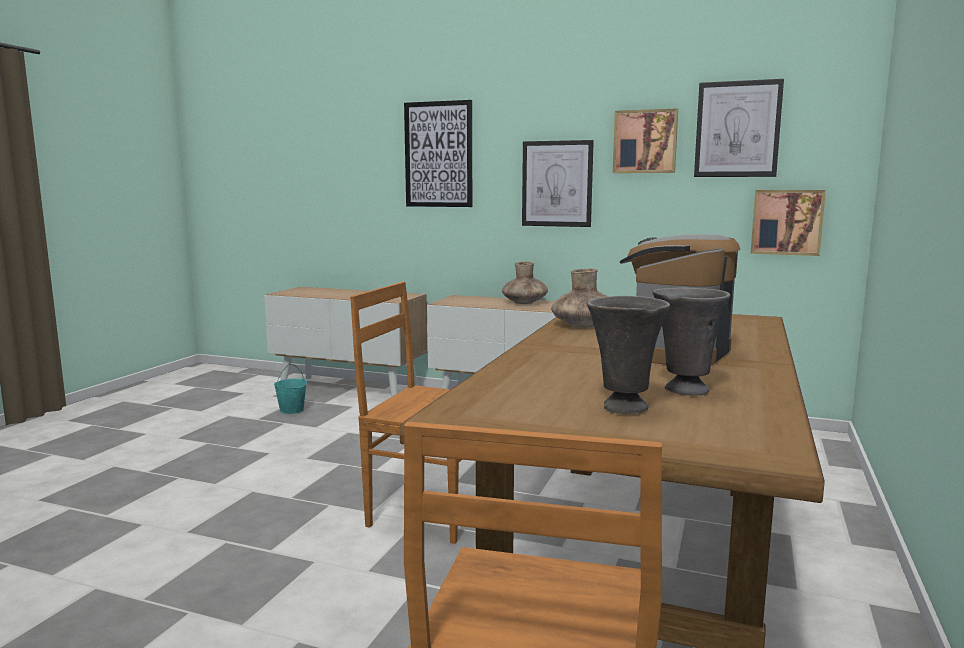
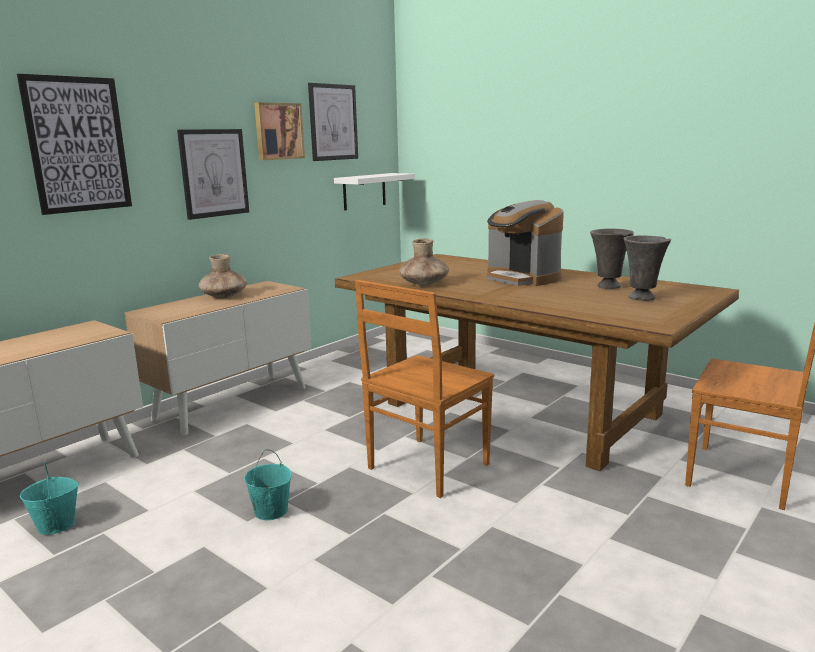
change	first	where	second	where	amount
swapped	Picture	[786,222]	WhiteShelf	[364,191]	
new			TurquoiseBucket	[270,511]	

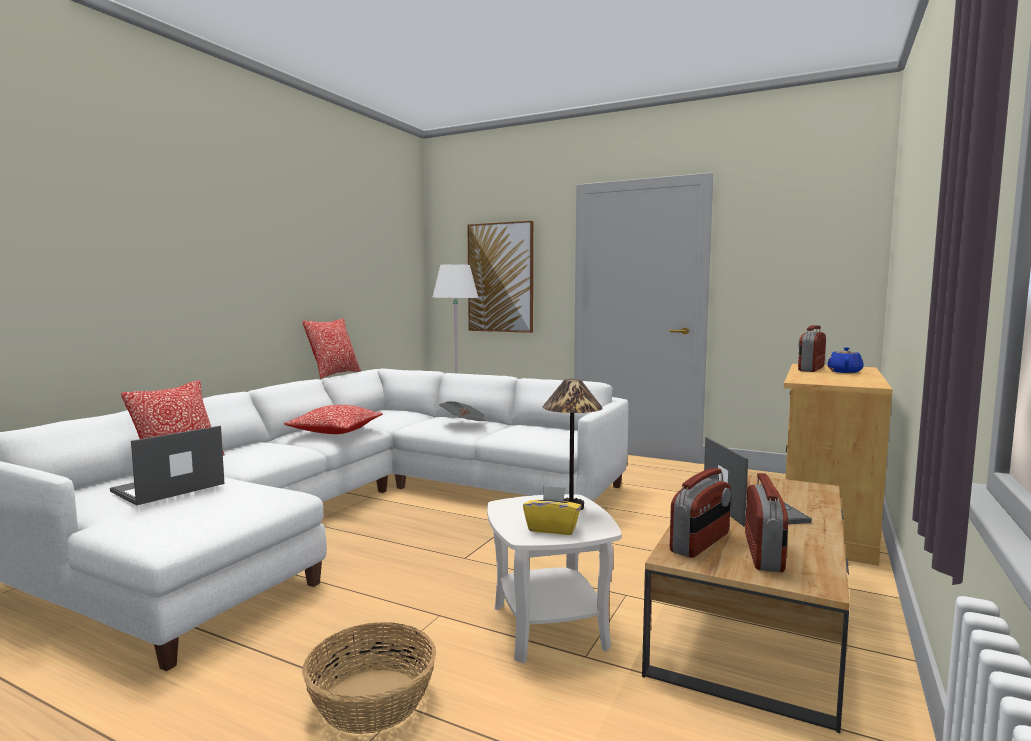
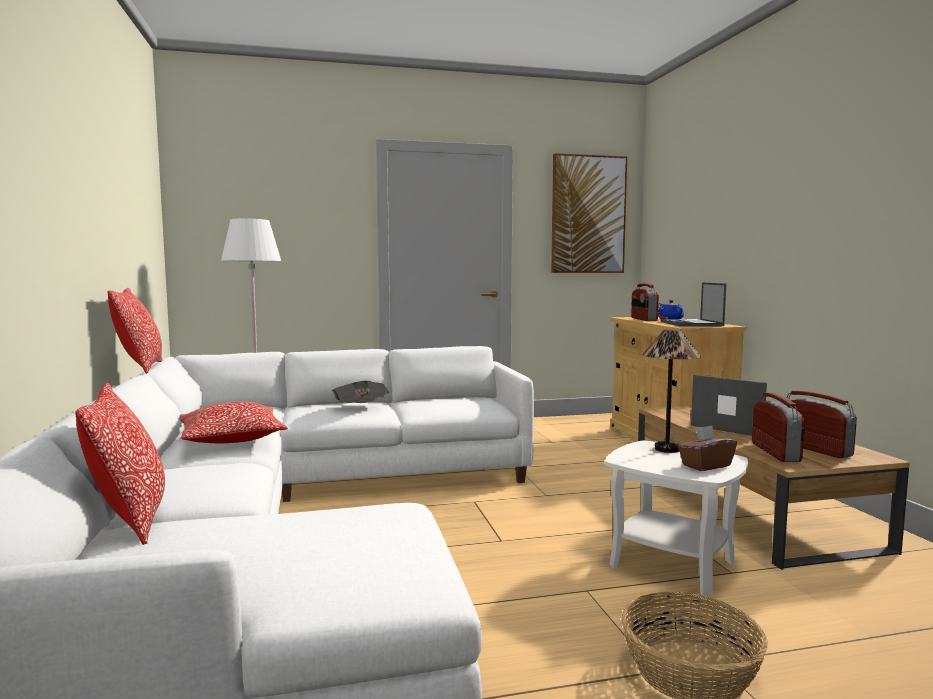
change	first	where	second	where	amount
shifted	Picture	[500,277]		[588,215]	
shifted	Laptop	[167,488]		[692,324]	
repainted	YellowTissueBox	[552,528]	BrownTissueBox	[705,465]	

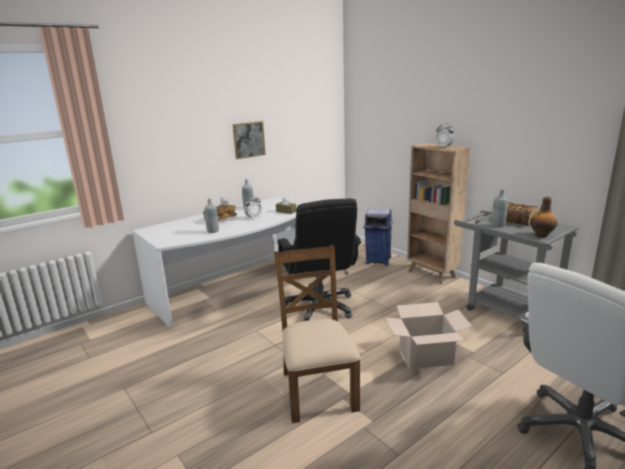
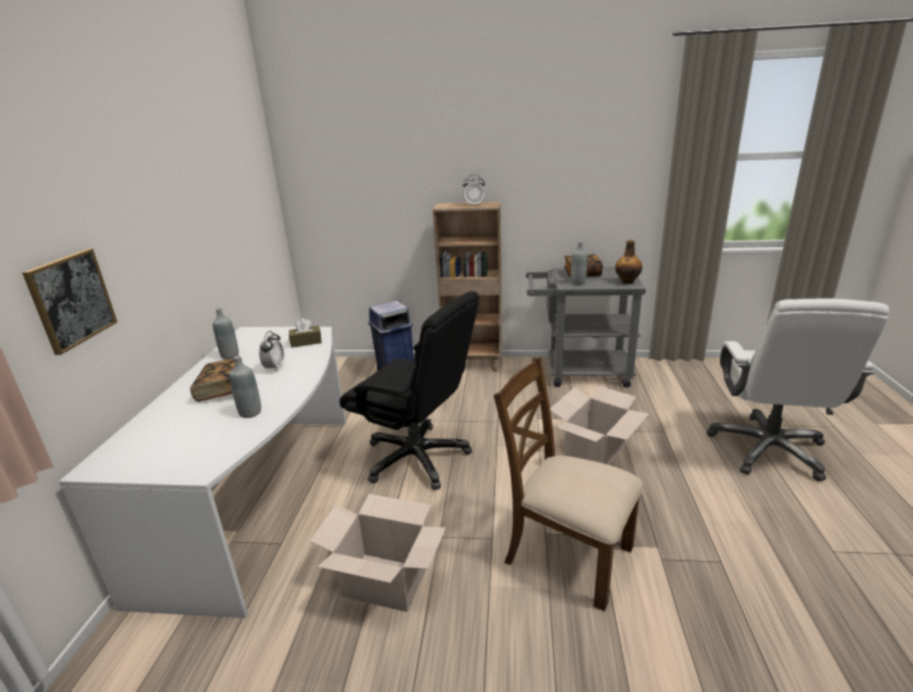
change	first	where	second	where	amount
shifted	Picture	[248,139]		[71,299]	
new			CardboardBox	[384,582]	

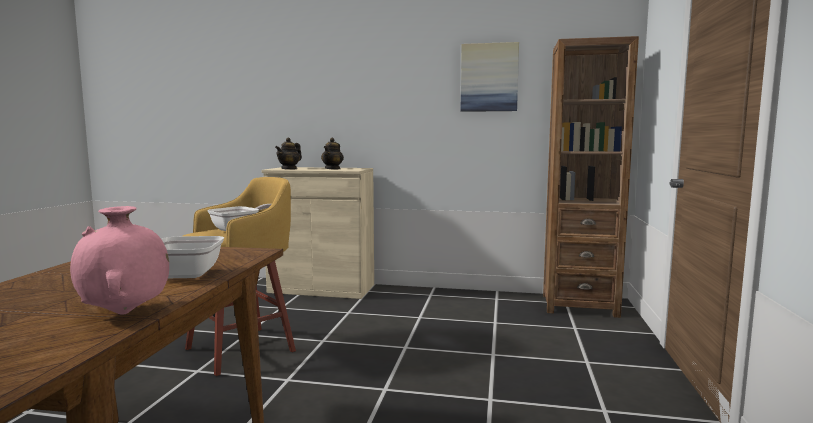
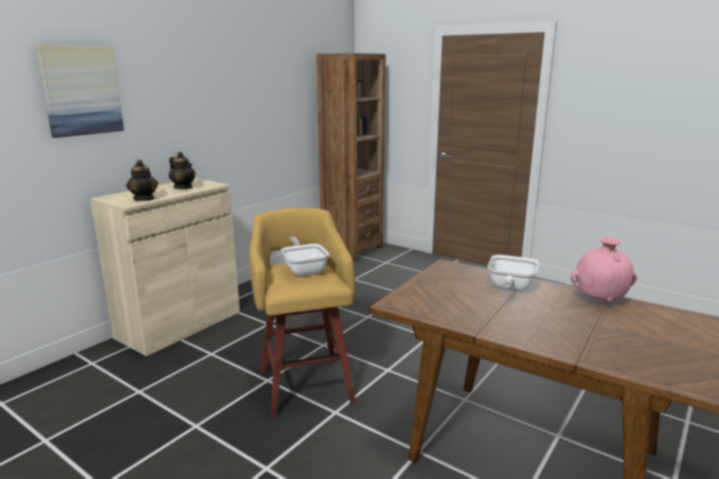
change	first	where	second	where	amount
shifted	Picture	[489,77]		[81,91]	

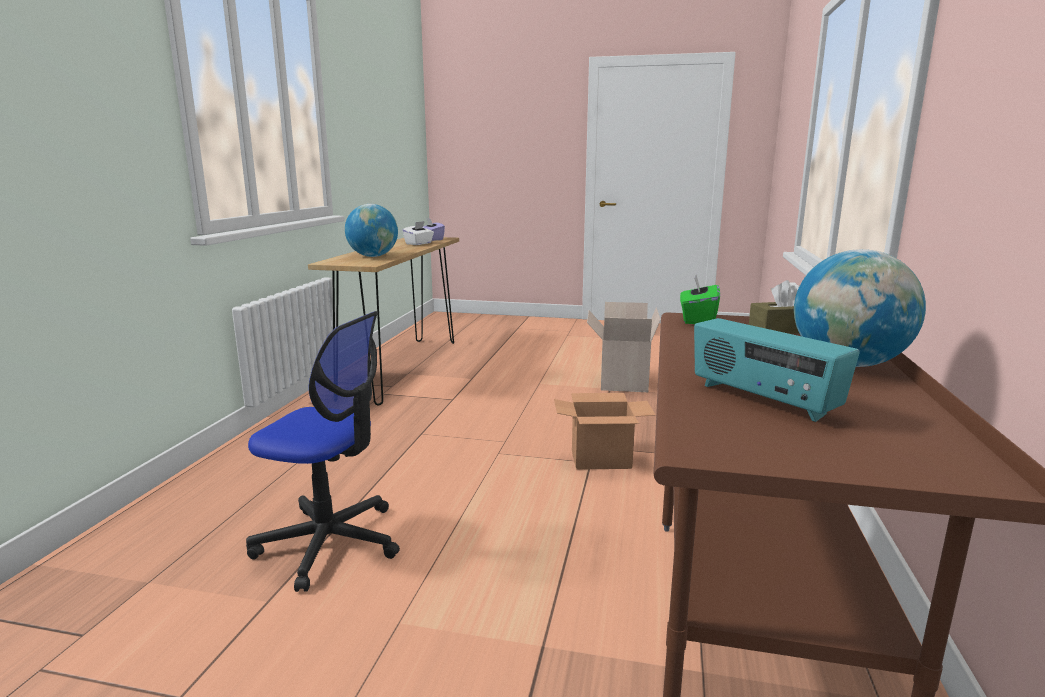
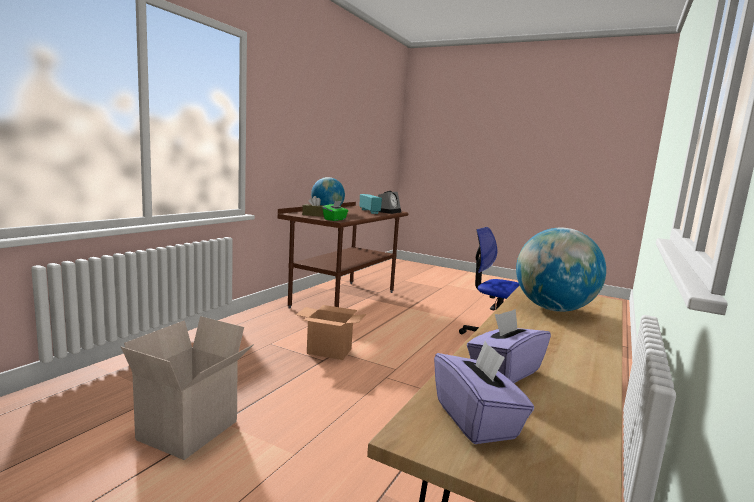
change	first	where	second	where	amount
repainted	WhiteTissueBox	[419,243]	PurpleTissueBox	[504,371]	
new			AlarmClock	[389,212]	

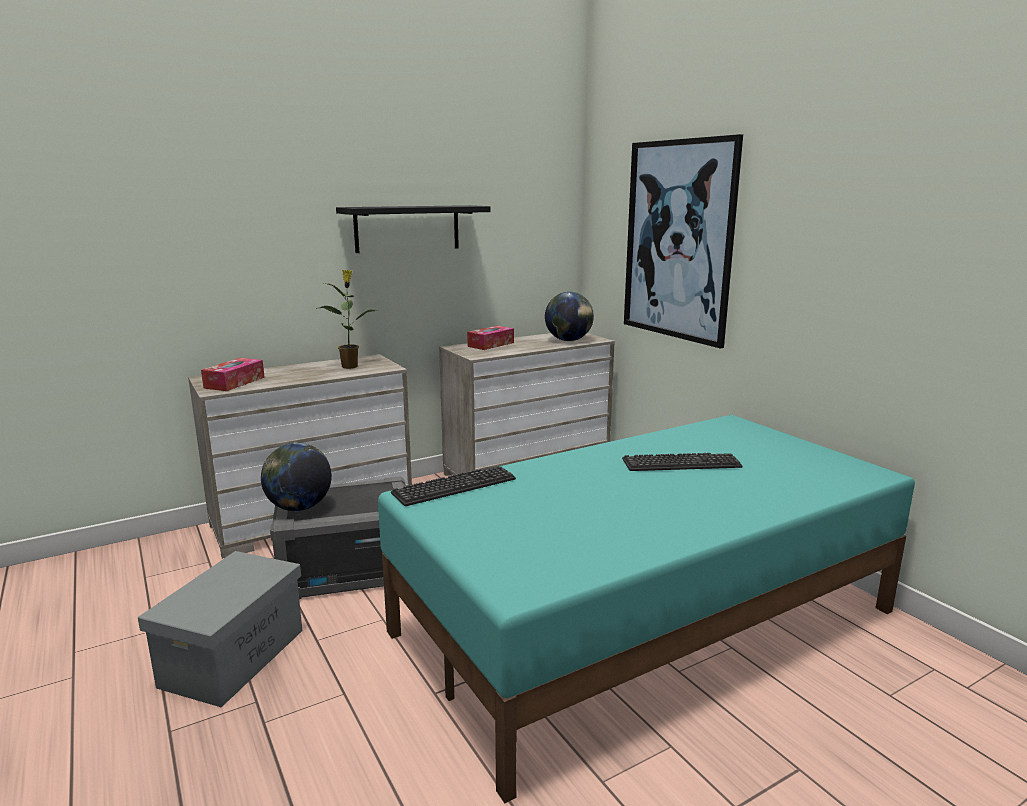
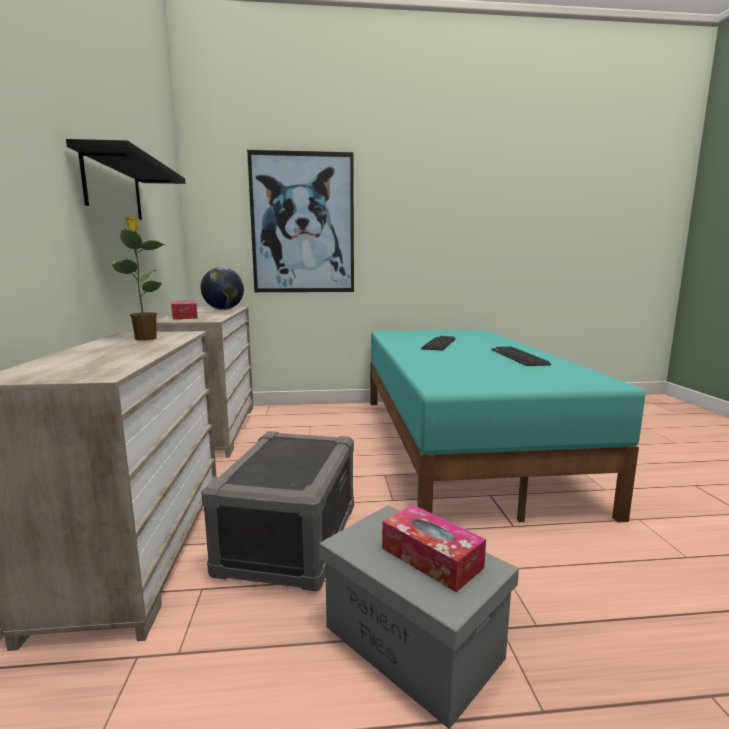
change	first	where	second	where	amount
shifted	TissueBox	[234,382]		[431,557]	
gone	Globe	[299,508]			
shifted	Keyboard	[454,486]		[518,357]	

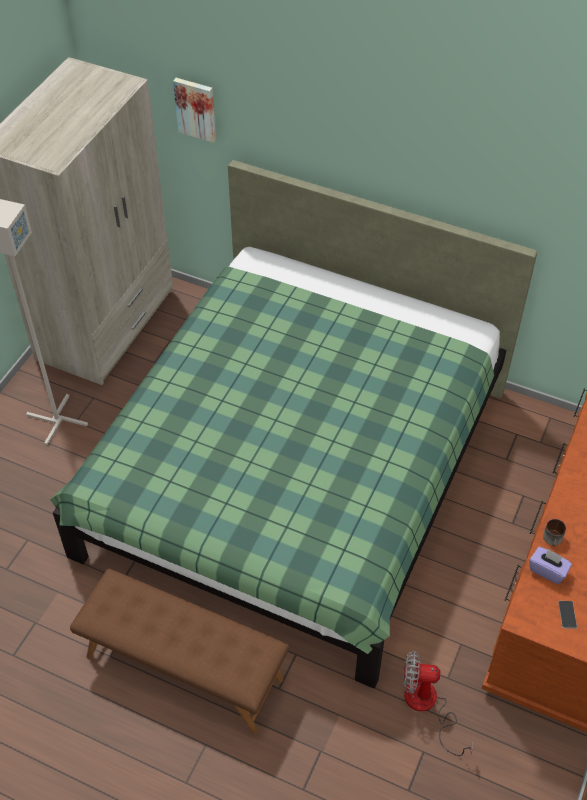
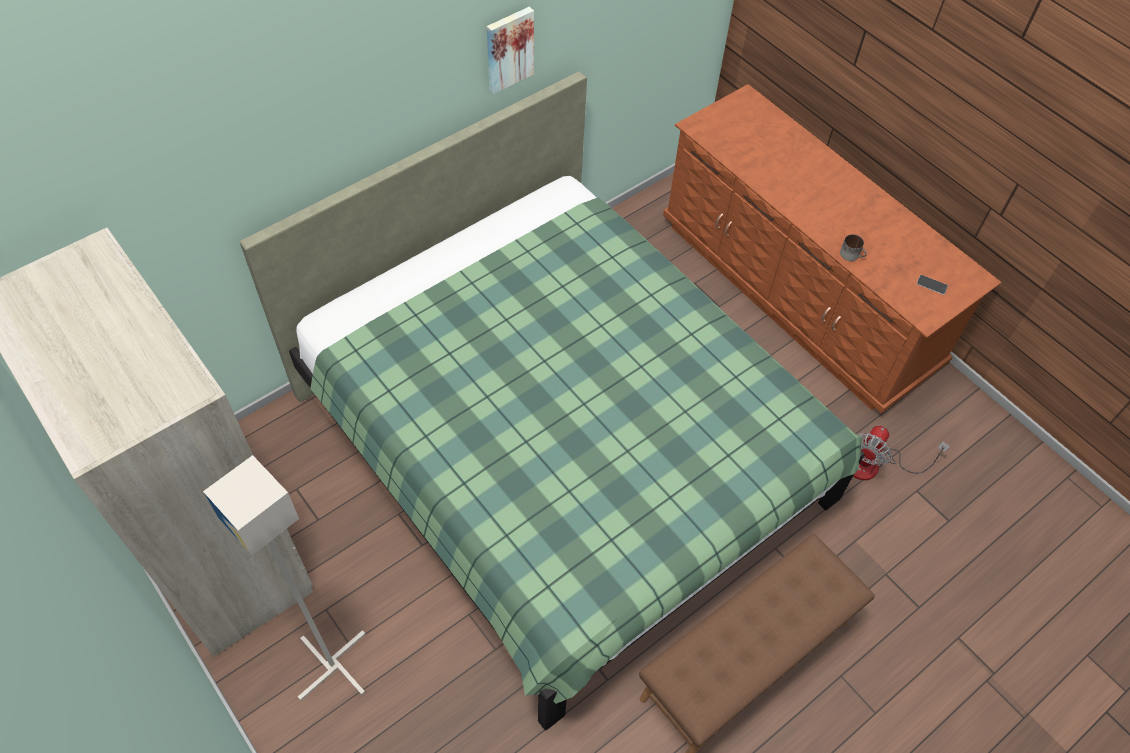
change	first	where	second	where	amount
shifted	Picture	[196,108]		[508,49]	
gone	PurpleTissueBox	[547,570]			

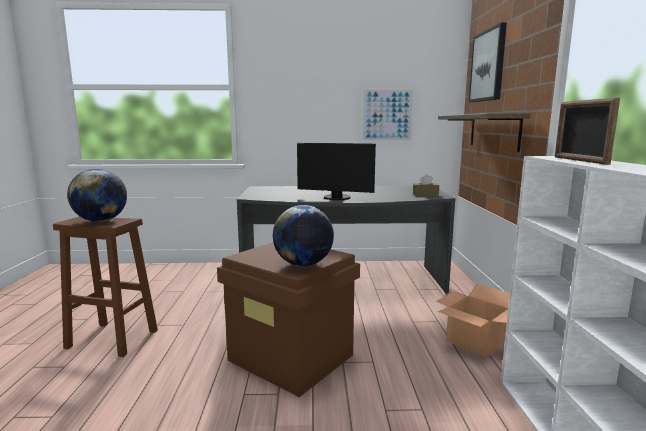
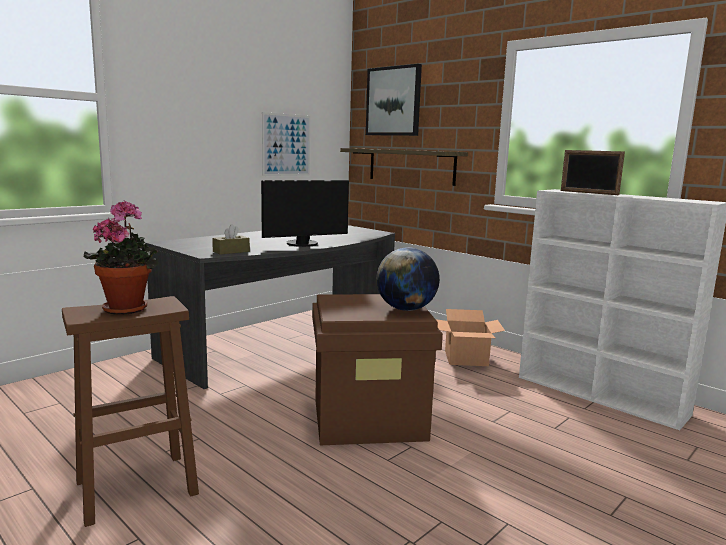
change	first	where	second	where	amount
swapped	Globe	[101,221]	PottedPlant	[128,308]	
shifted	BrownTissueBox	[425,194]		[231,251]	

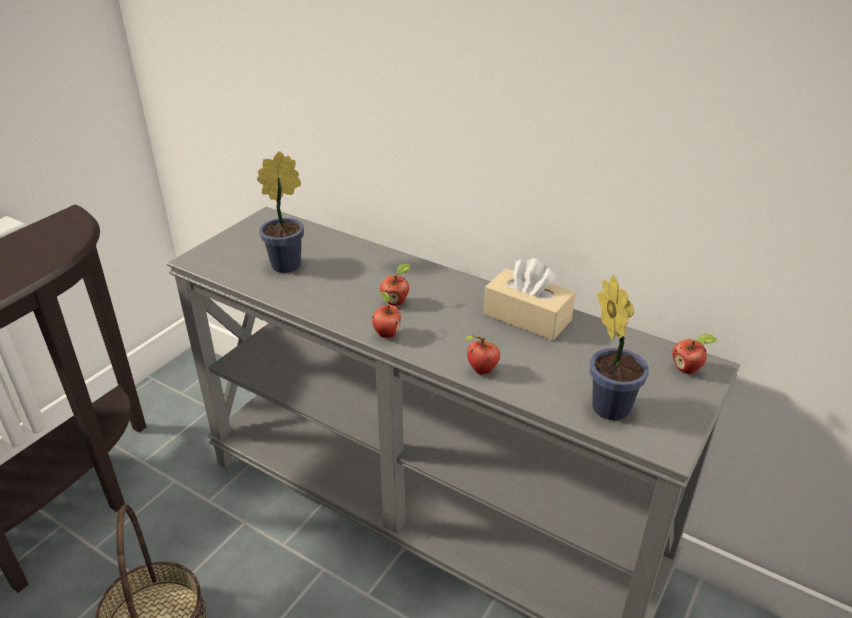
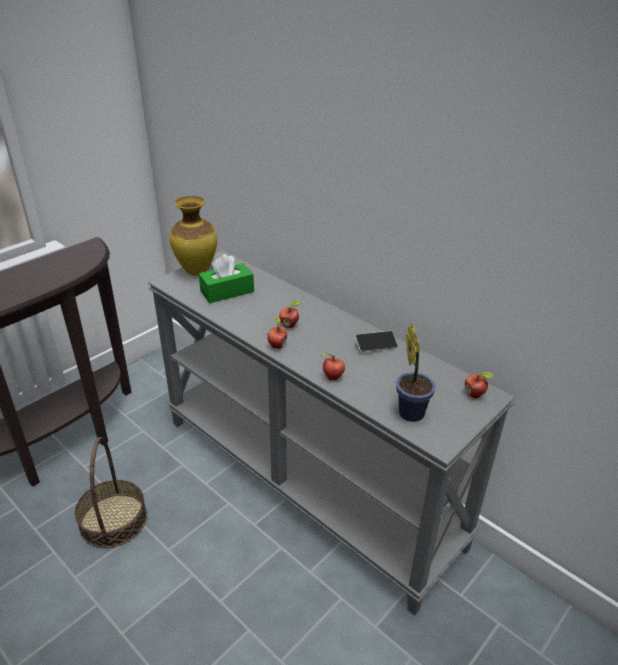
change	first	where	second	where	amount
swapped	PottedPlant	[290,264]	GreenTissueBox	[227,291]	
swapped	BeigeTissueBox	[527,317]	Phone	[376,346]	
new			Vase	[197,271]	

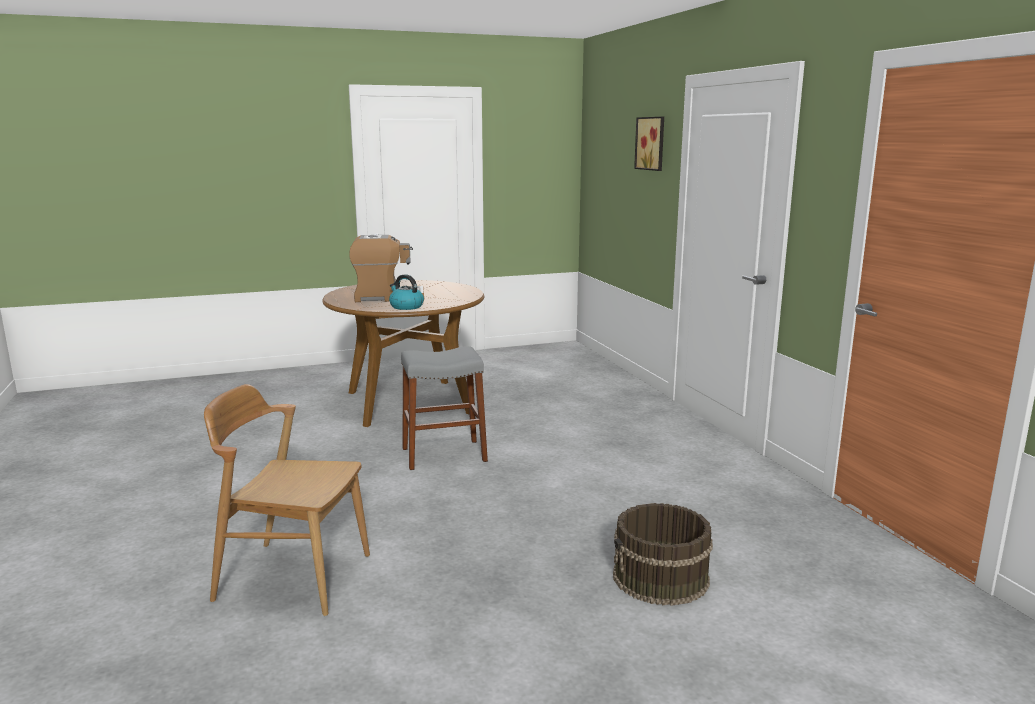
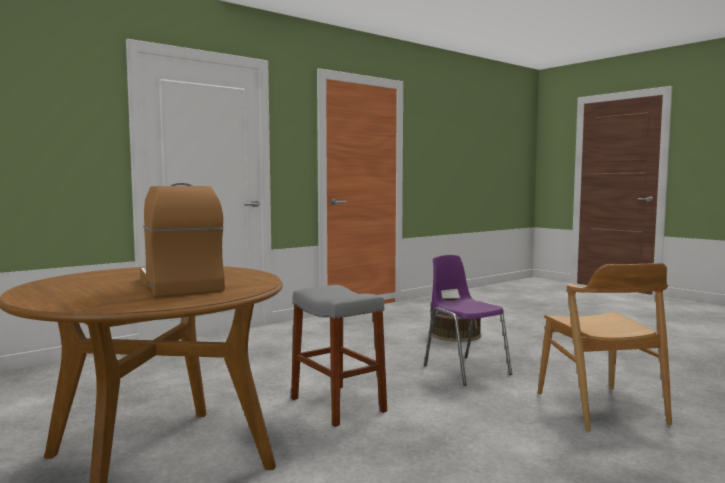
change	first	where	second	where	amount
gone	Picture	[652,143]			
gone	Kettle	[406,306]			
new			PurpleChair	[465,370]	

